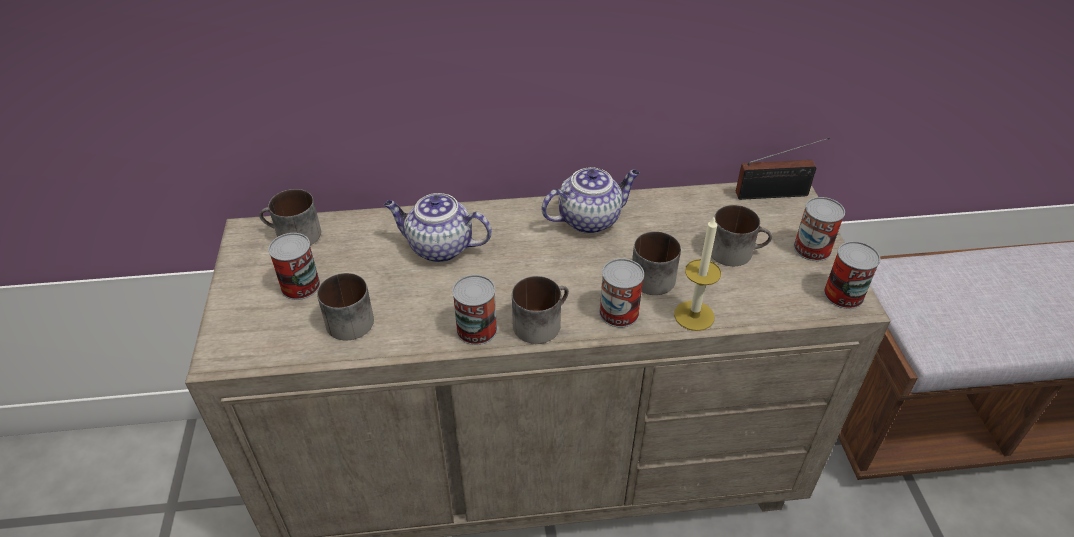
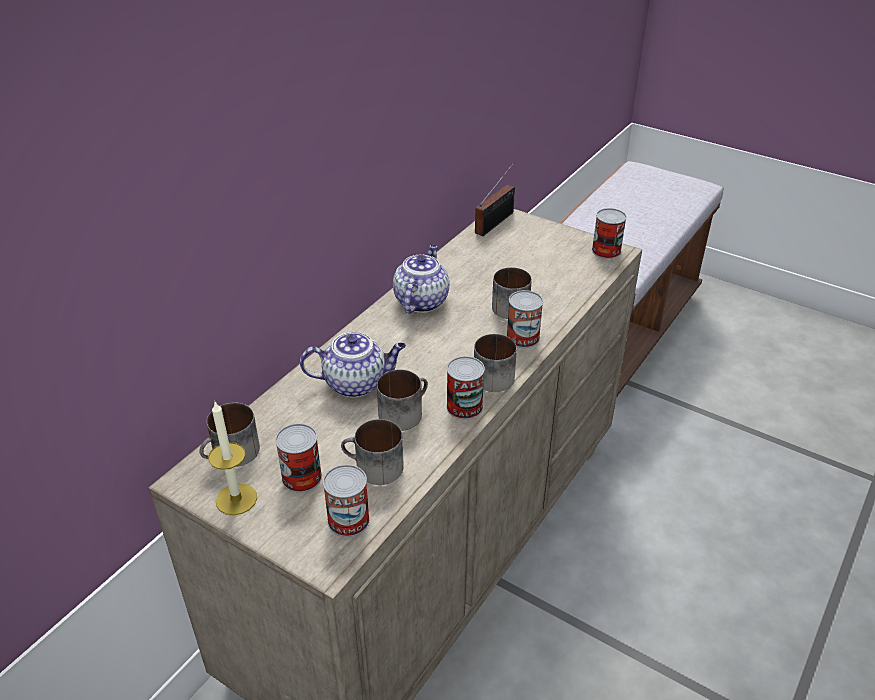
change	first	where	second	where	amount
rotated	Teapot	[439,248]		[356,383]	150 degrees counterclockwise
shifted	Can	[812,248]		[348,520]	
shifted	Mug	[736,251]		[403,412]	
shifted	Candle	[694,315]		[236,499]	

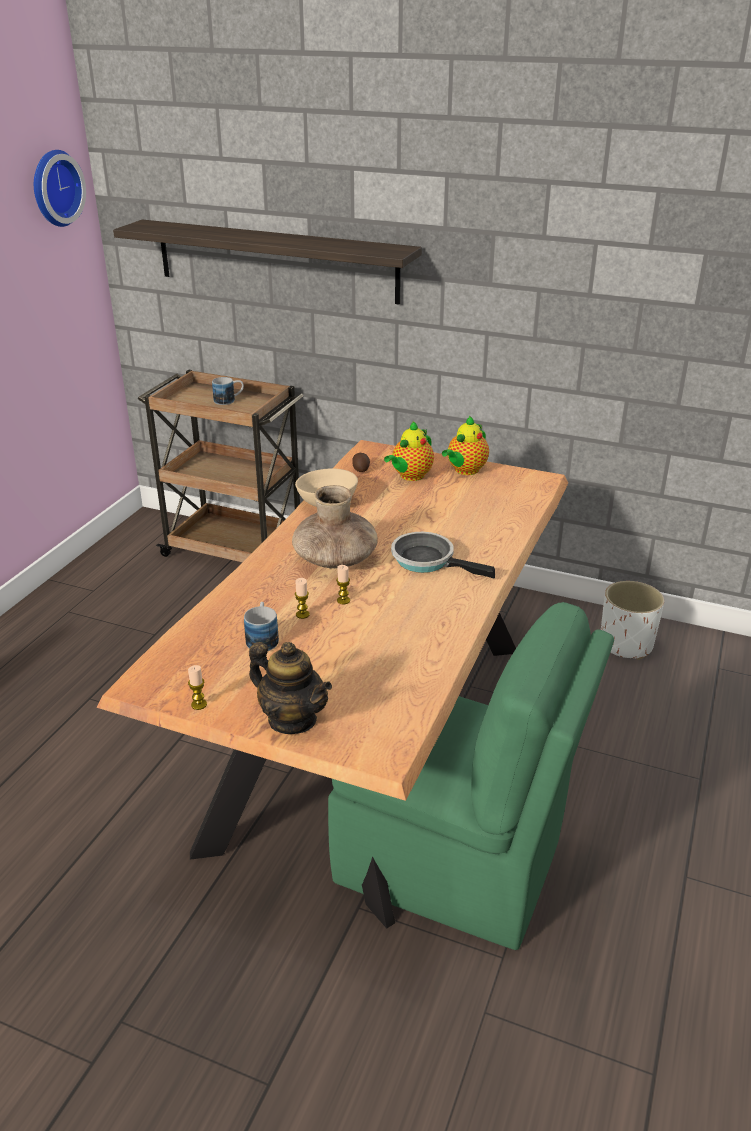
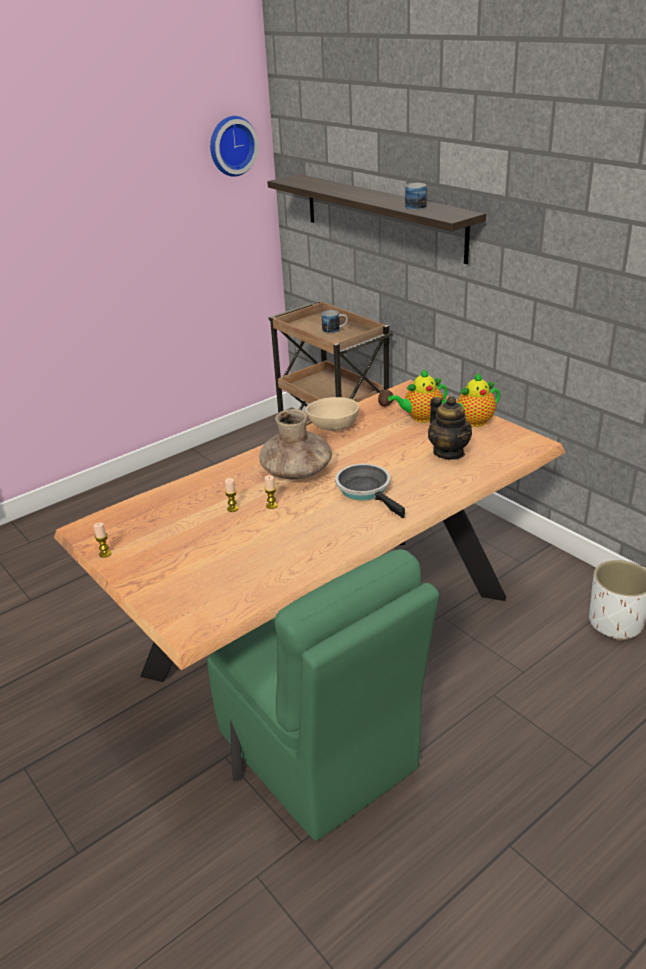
change	first	where	second	where	amount
shifted	Mug	[262,638]		[417,206]	
shifted	Teapot	[292,719]		[449,452]	

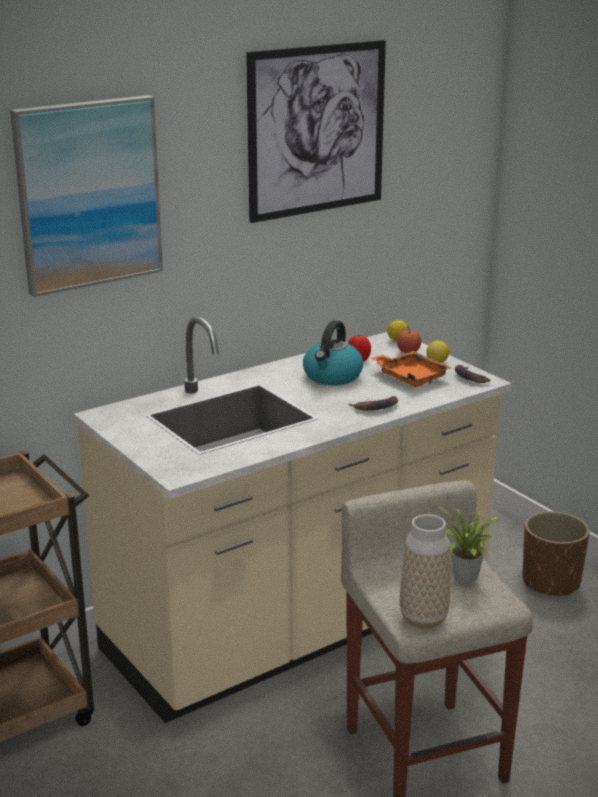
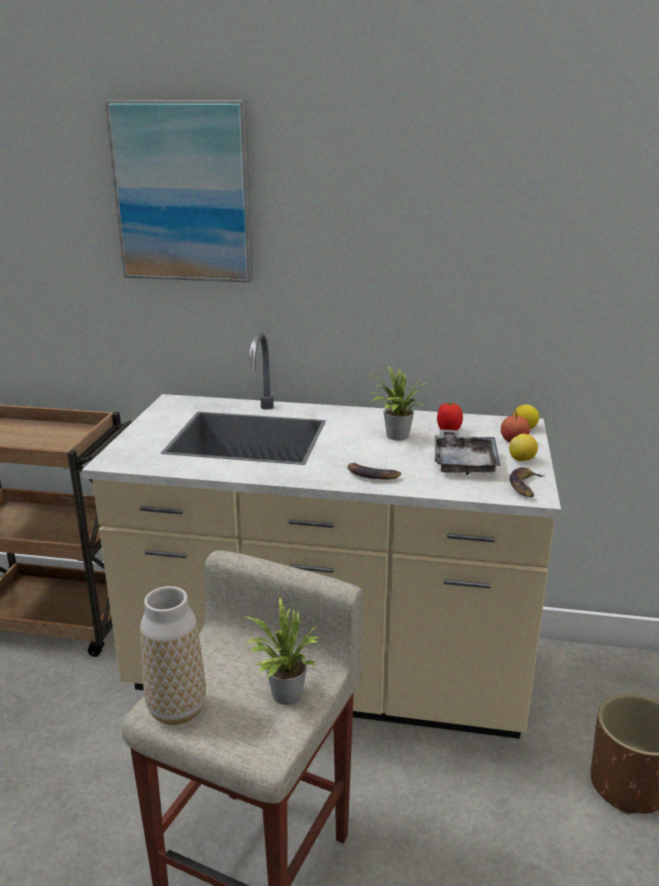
change	first	where	second	where	amount
gone	Picture	[317,130]			
swapped	Kettle	[332,377]	PottedPlant	[394,436]	
repainted	OrangeTray	[410,377]	GreyTray	[464,463]	

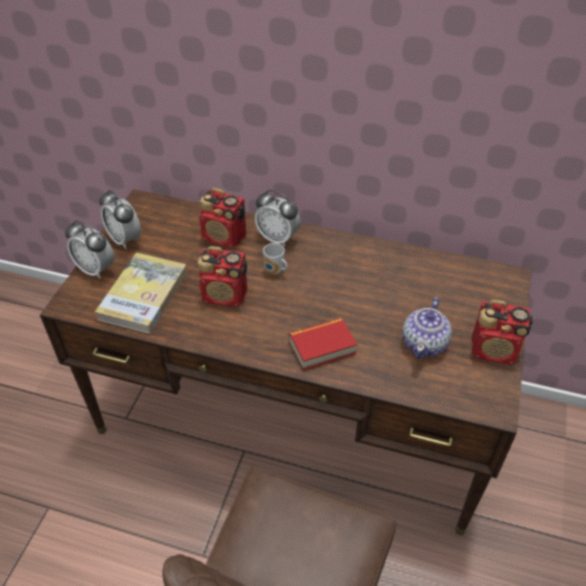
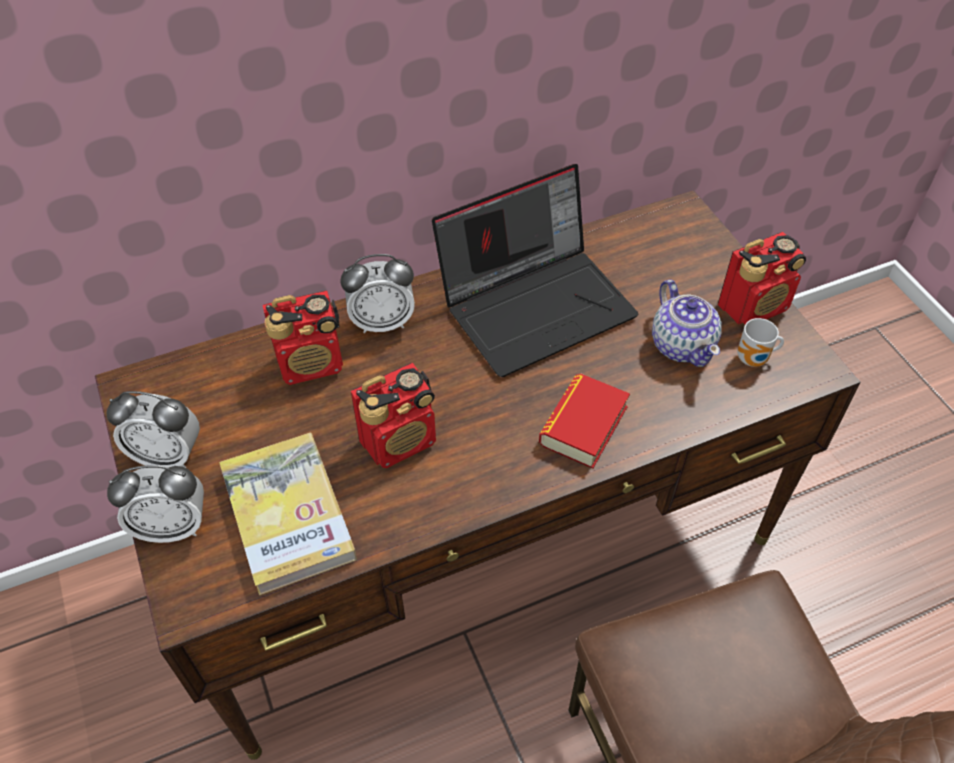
change	first	where	second	where	amount
shifted	Mug	[275,271]		[754,360]	
new			Laptop	[537,304]	

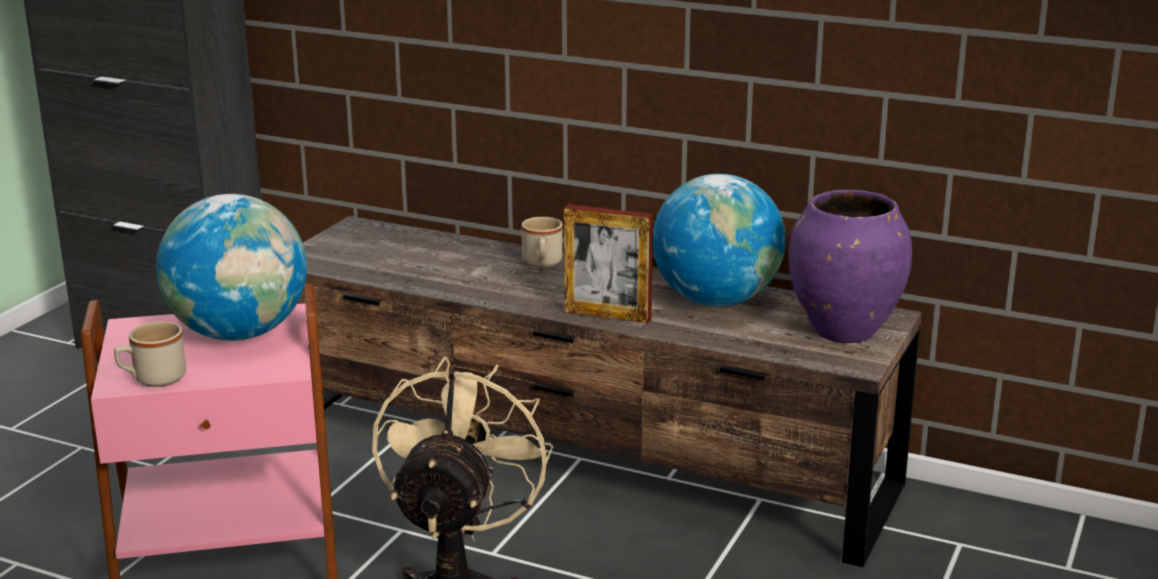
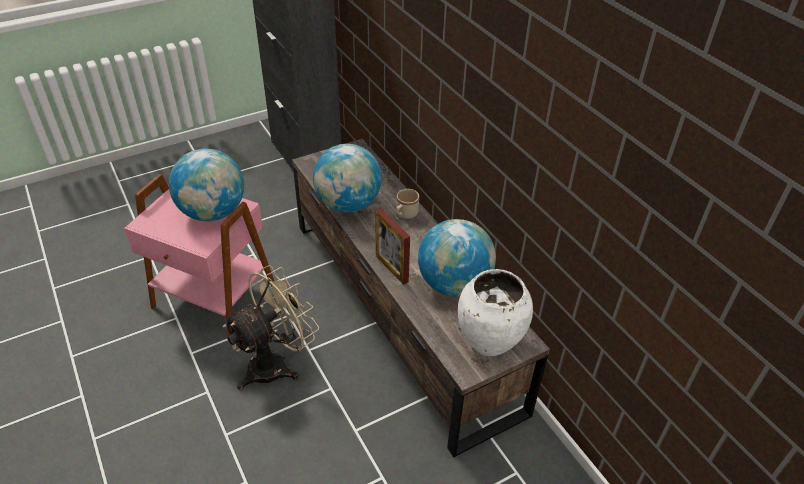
change	first	where	second	where	amount
repainted	PurpleVase	[842,332]	WhiteVase	[488,342]	
gone	BeigeMug	[152,380]			
new			Globe	[348,204]	

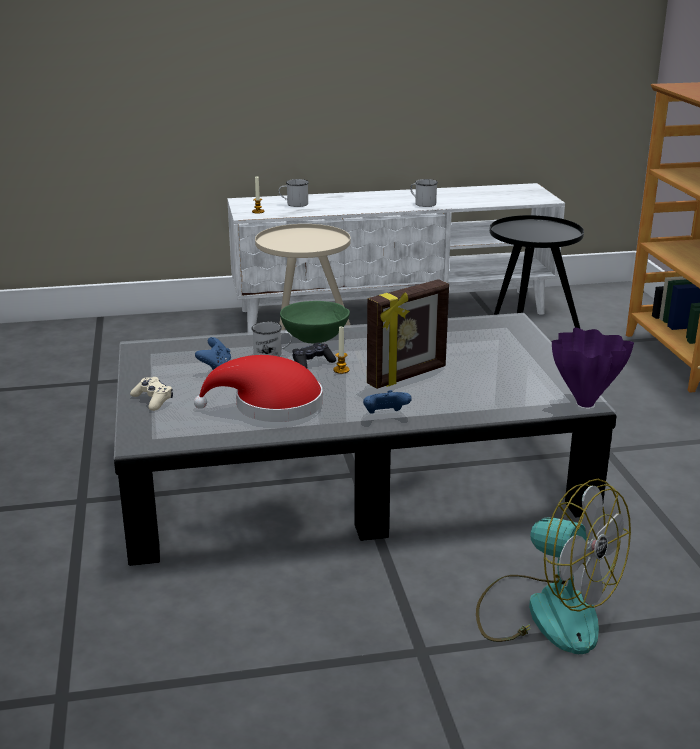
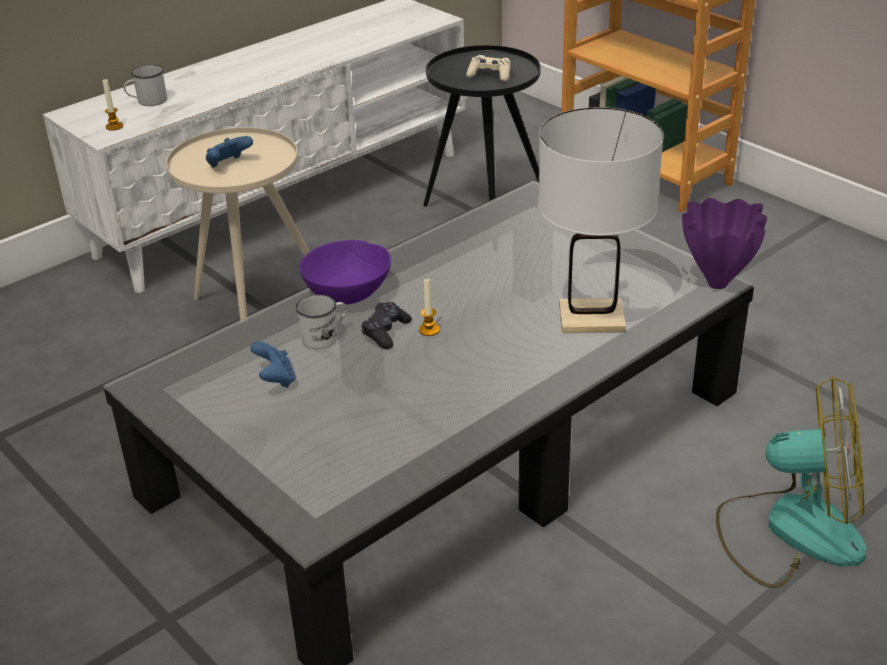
change	first	where	second	where	amount
gone	WhiteMug	[422,203]			
gone	PictureFrame	[407,376]			
repainted	GreenBowl	[314,338]	PurpleBowl	[348,294]	
gone	RedHat	[270,406]			
shifted	BeigeGameController	[153,400]		[490,75]	
shifted	BlueGameController	[385,415]		[228,165]	
new			WhiteTableLamp	[591,318]	

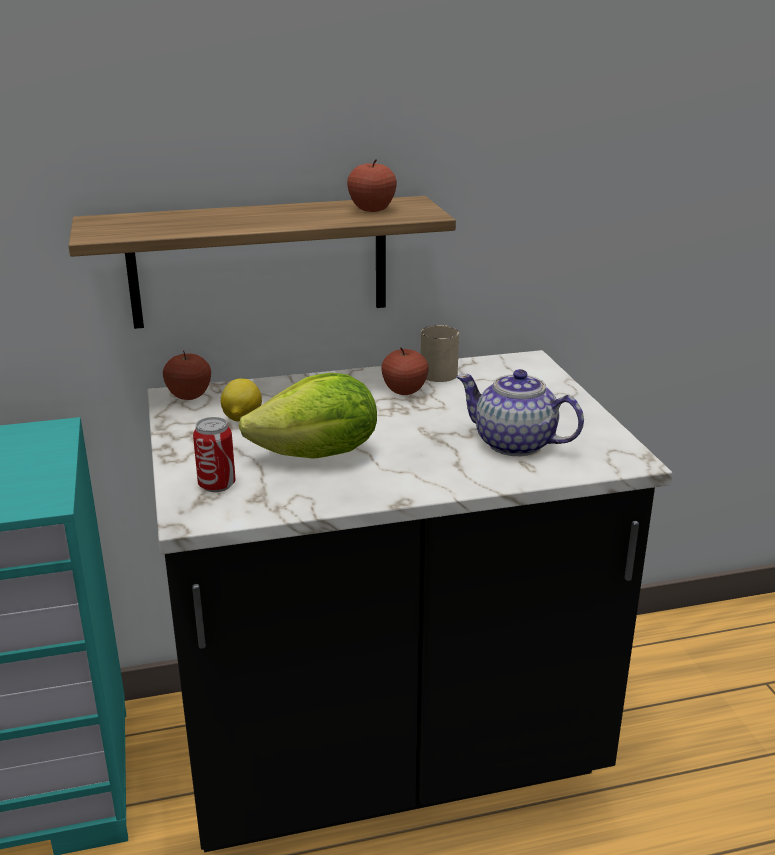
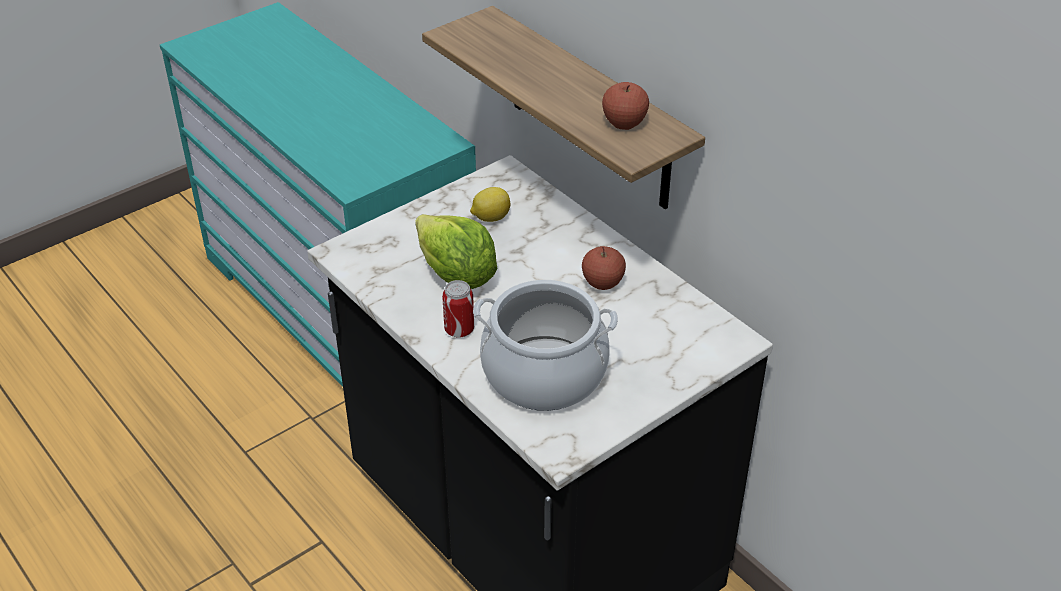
change	first	where	second	where	amount
gone	BeigeMug	[443,371]			
gone	Apple	[189,396]			
swapped	Teapot	[515,444]	CookingPot	[544,374]	
shifted	Can	[217,485]		[459,330]	

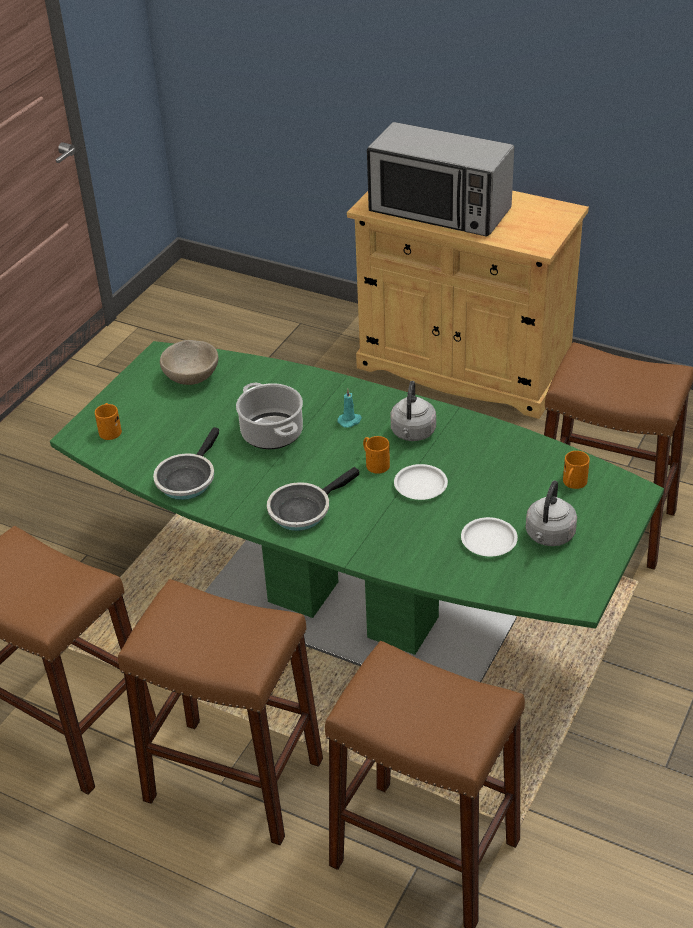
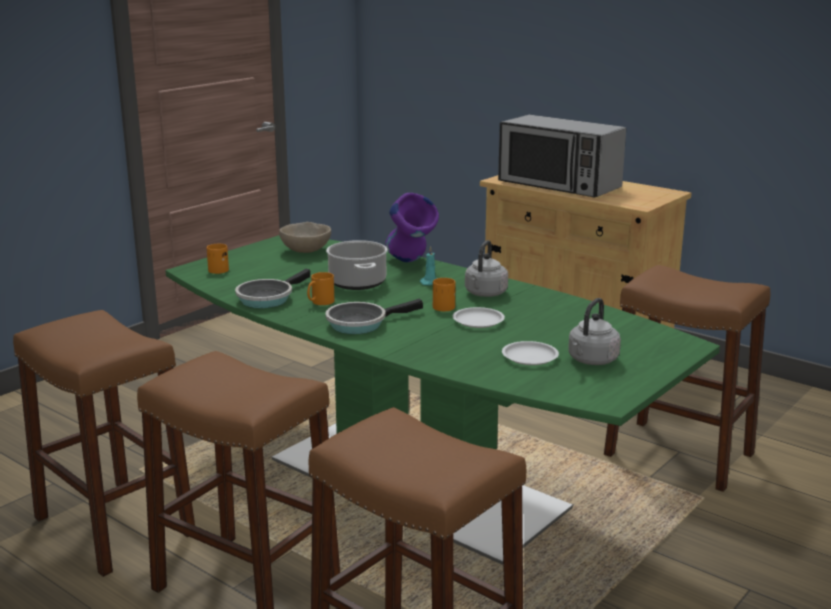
change	first	where	second	where	amount
shifted	OrangeMug	[573,484]		[320,302]	
new			PurpleVase	[411,263]	

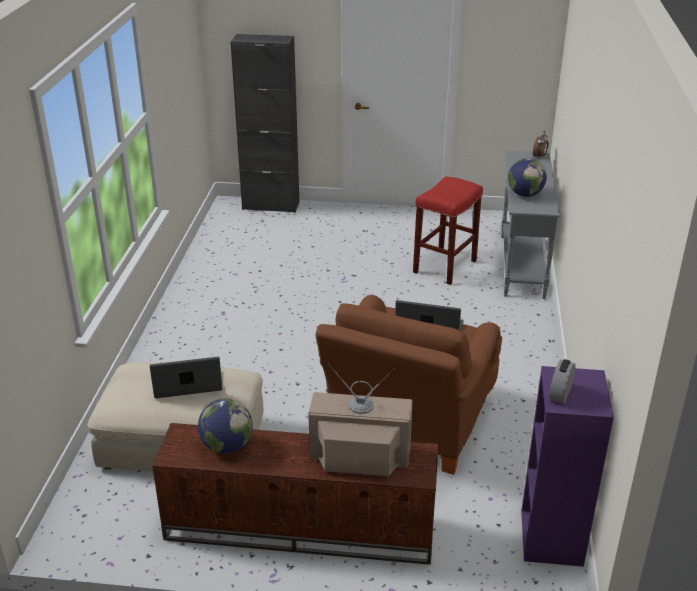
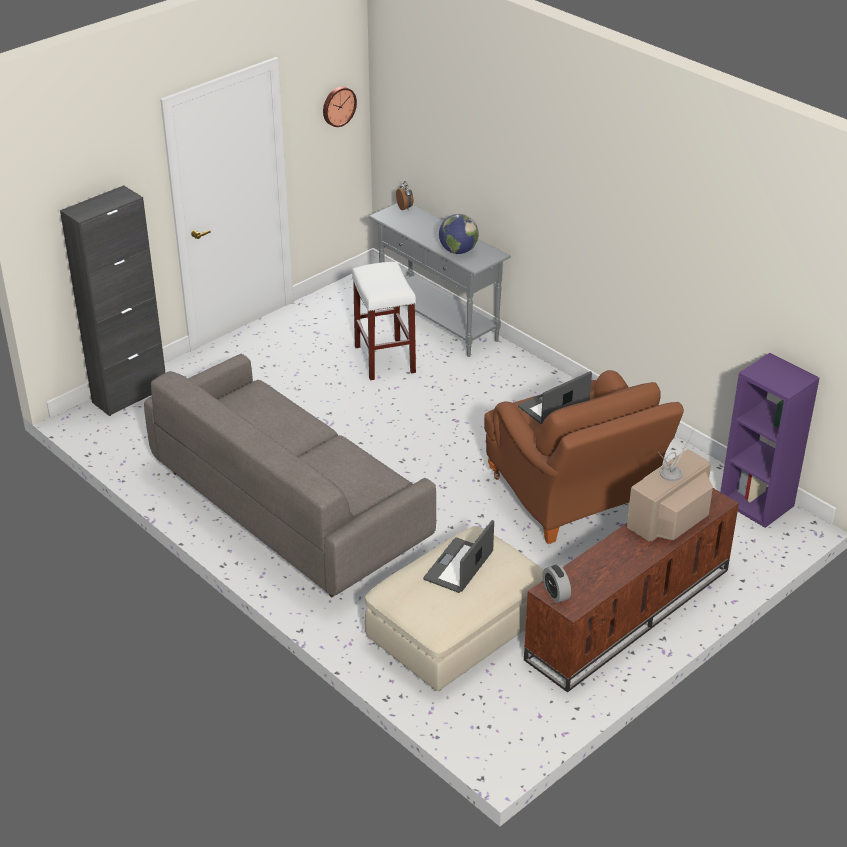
change	first	where	second	where	amount
repainted	RedStool	[445,267]	WhiteStool	[385,360]	
shifted	AlarmClock	[560,394]		[555,594]	
gone	Globe	[227,446]			
new			WallClock	[338,106]	
new			GreySofa	[291,507]	

